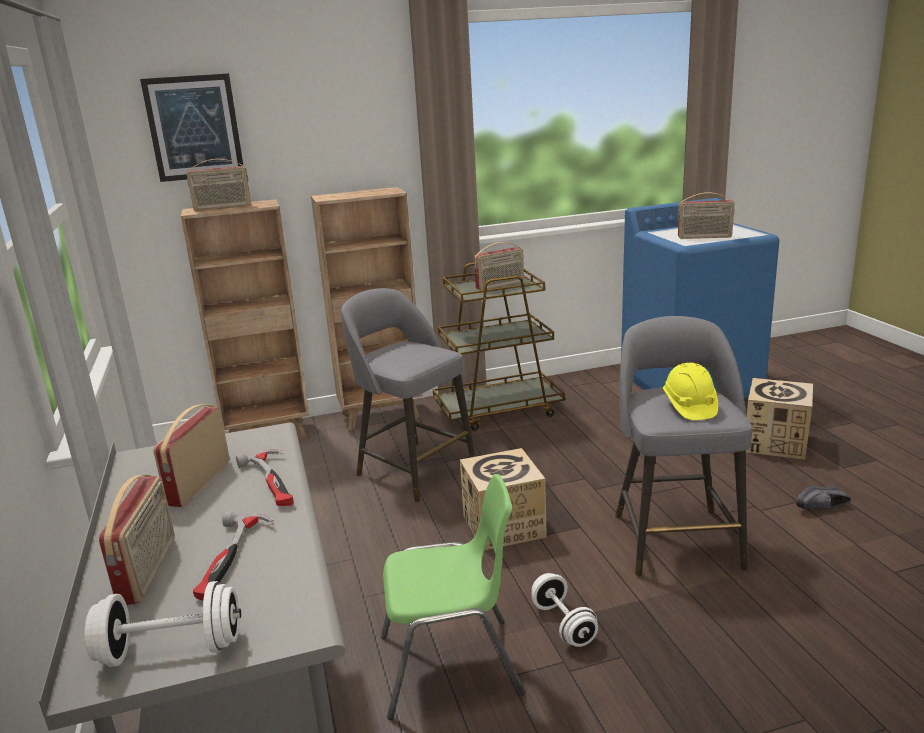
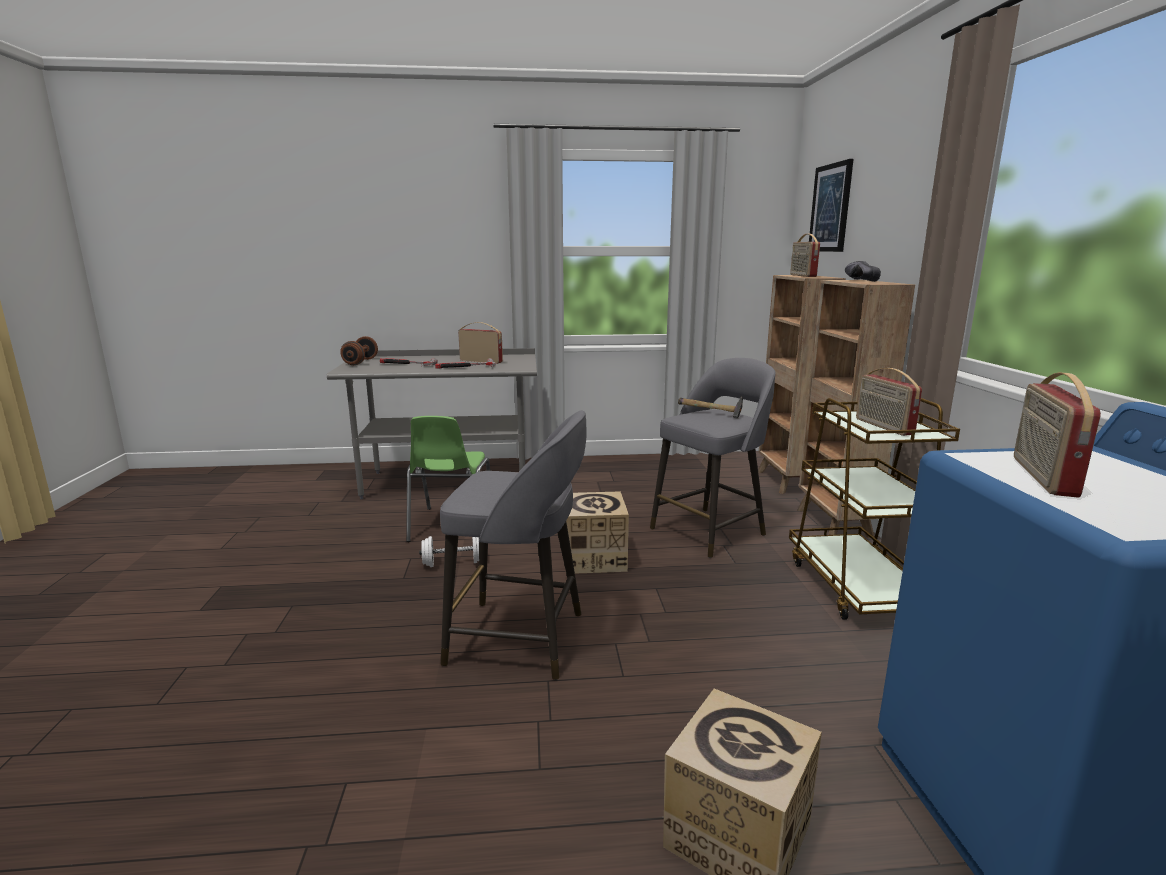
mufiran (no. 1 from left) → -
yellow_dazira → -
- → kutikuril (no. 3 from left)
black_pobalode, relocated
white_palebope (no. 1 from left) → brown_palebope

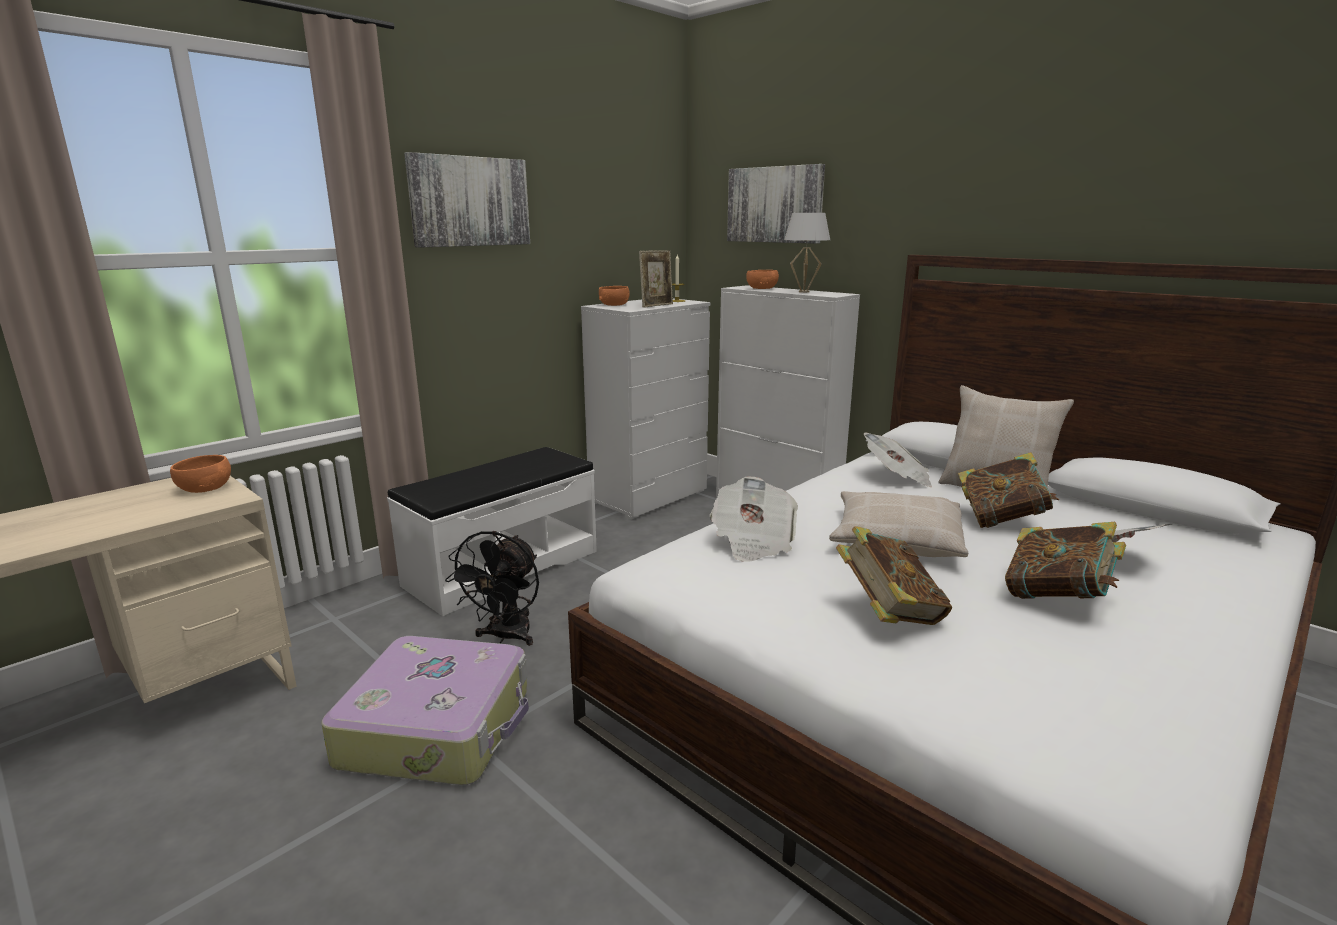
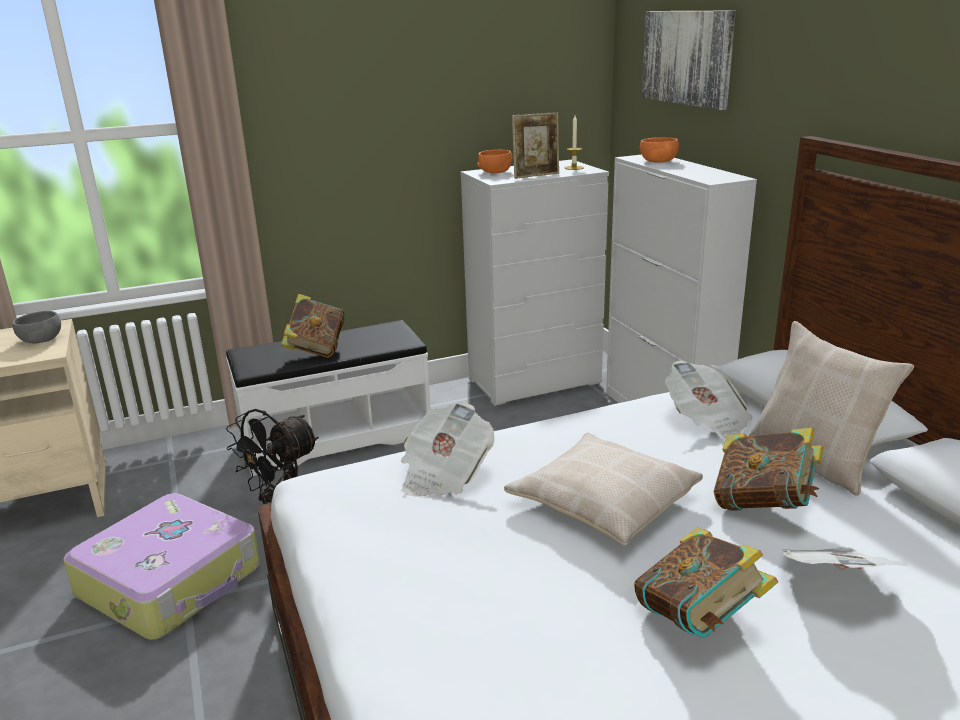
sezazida (no. 1 from left) → -
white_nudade → -
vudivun (no. 1 from left), relocated
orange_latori (no. 1 from left) → grey_latori

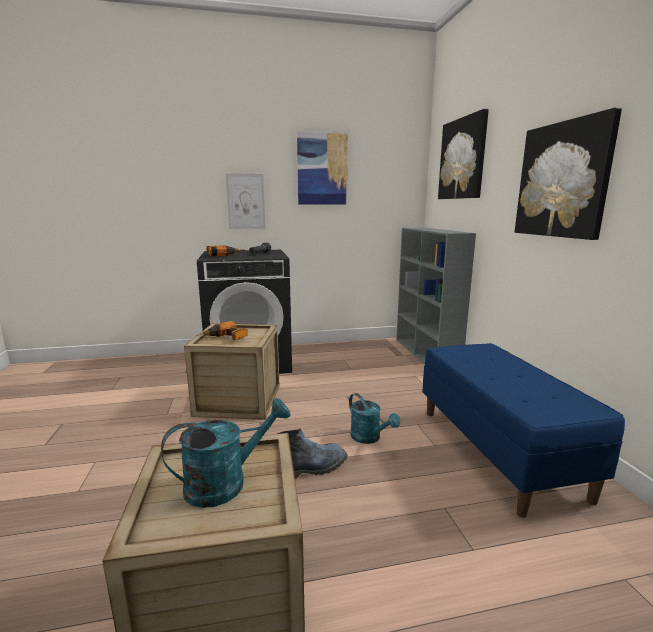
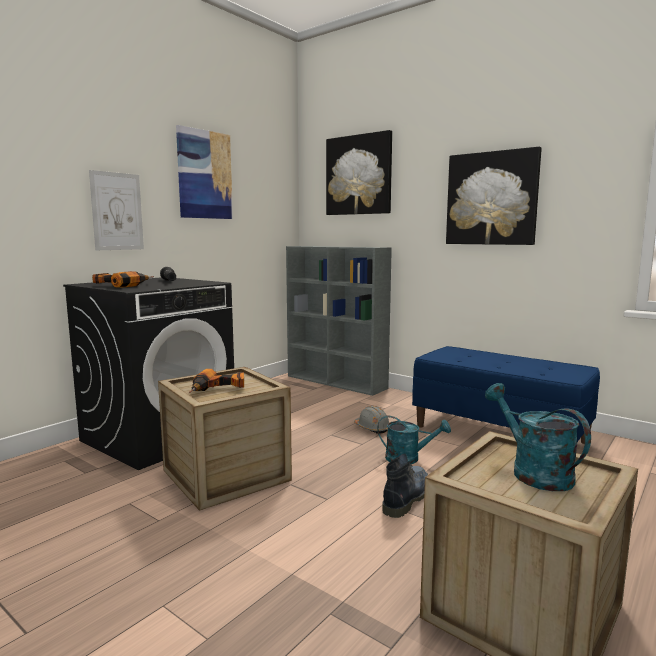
- → grey_dazira
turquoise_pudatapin (no. 1 from left in the first image) → turquoise_pudatapin (no. 2 from left), 45 degrees counterclockwise

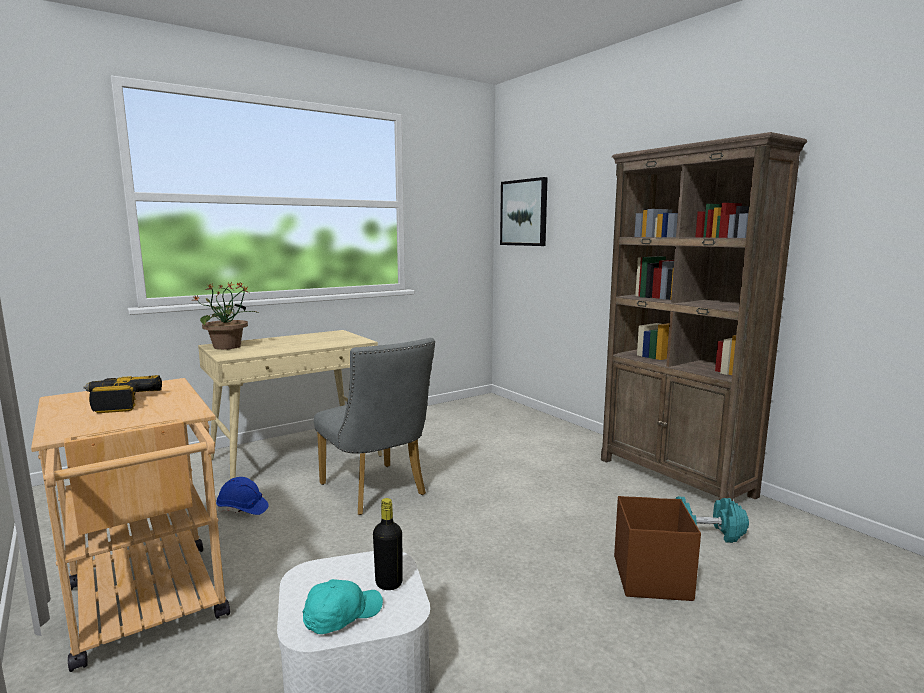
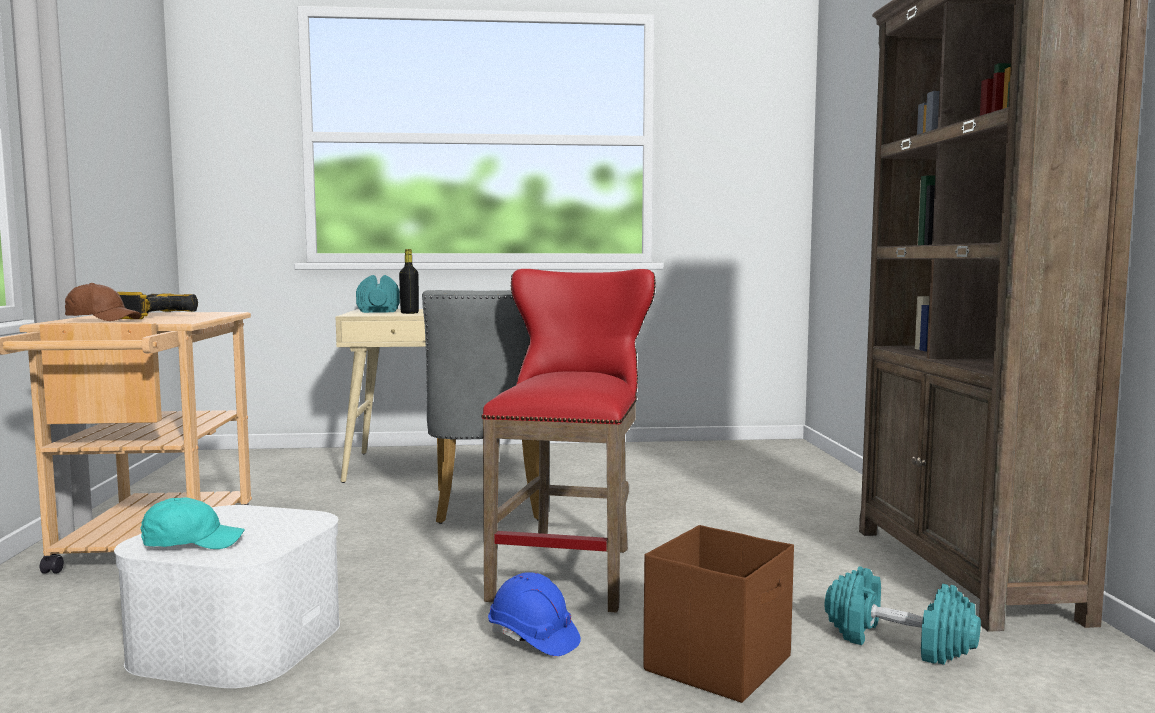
sezazida → -
- → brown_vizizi
- → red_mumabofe
blue_dazira, relocated
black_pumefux, relocated
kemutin → turquoise_palebope (no. 1 from left)

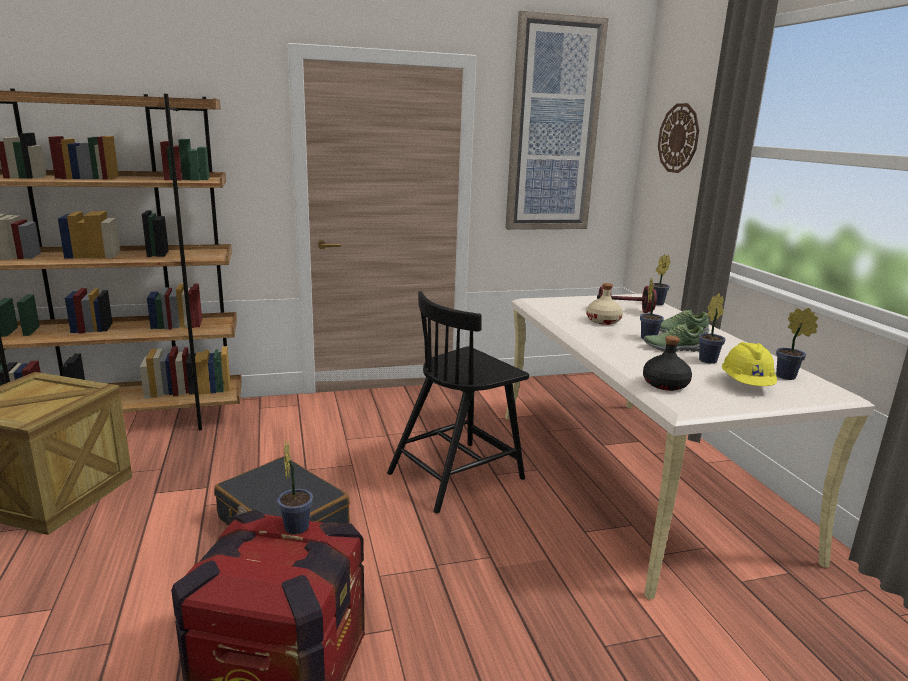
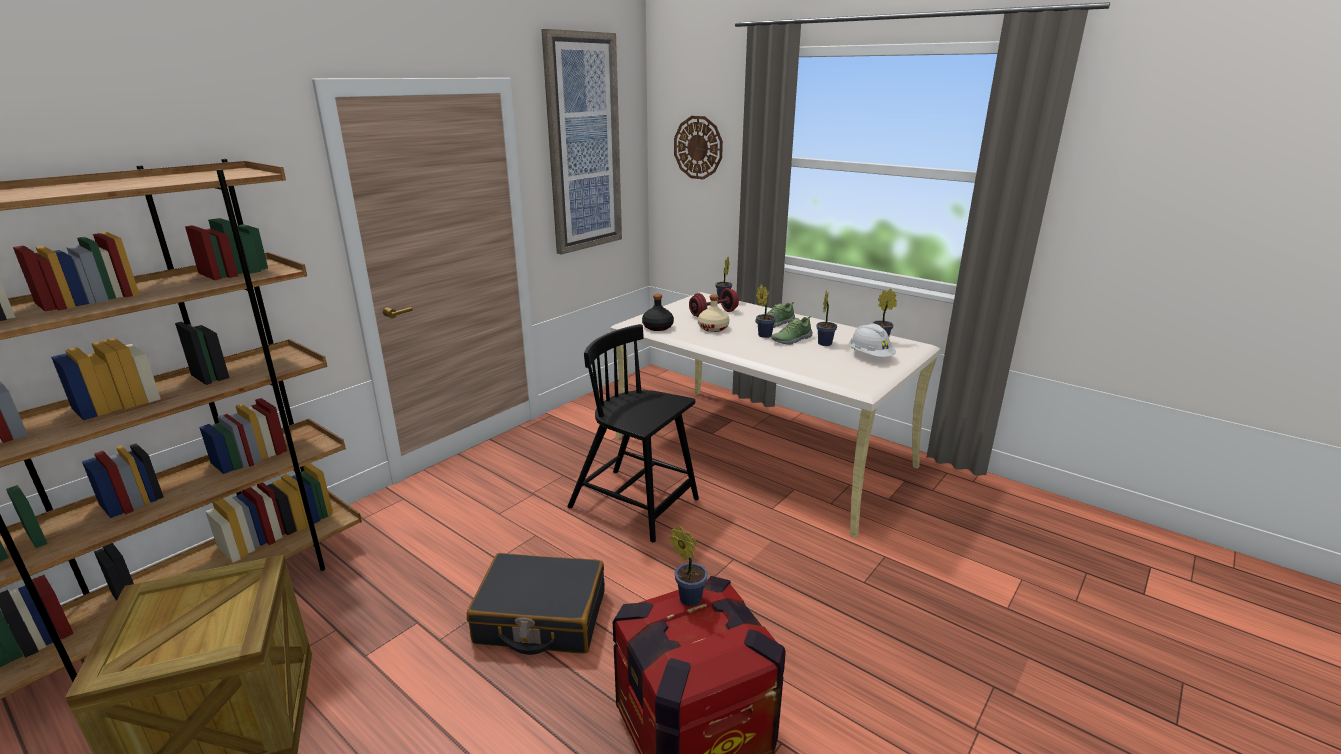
black_pumefux, relocated
yellow_dazira → white_dazira
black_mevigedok, 105 degrees clockwise

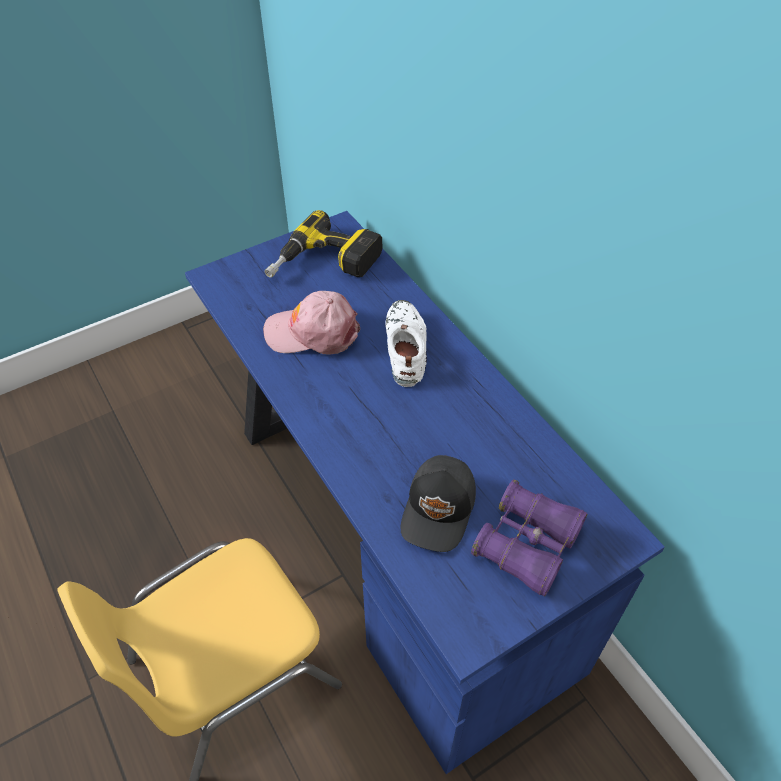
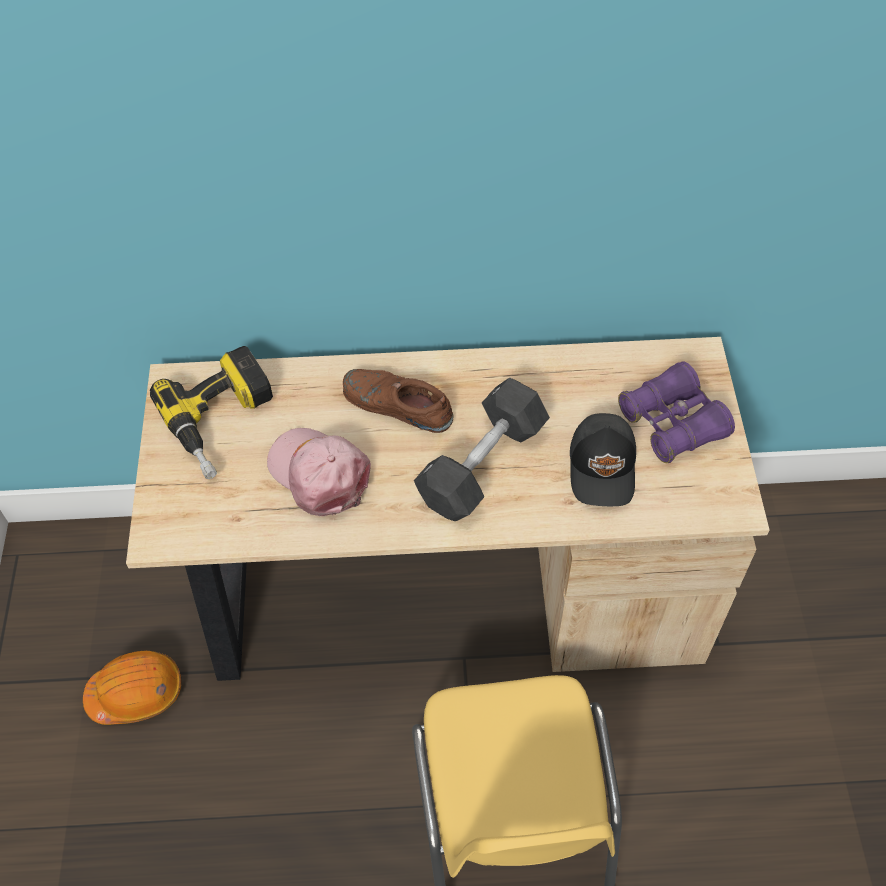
- → orange_dazira
- → black_palebope
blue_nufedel → beige_nufedel
white_pobalode → brown_pobalode
pink_vizizi, 105 degrees clockwise
black_vizizi, 45 degrees clockwise

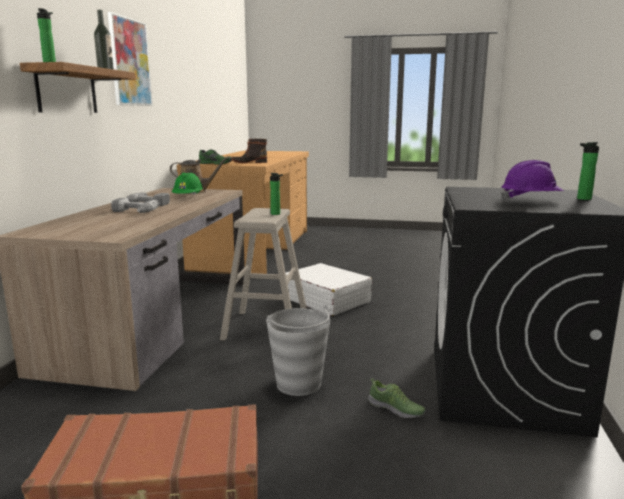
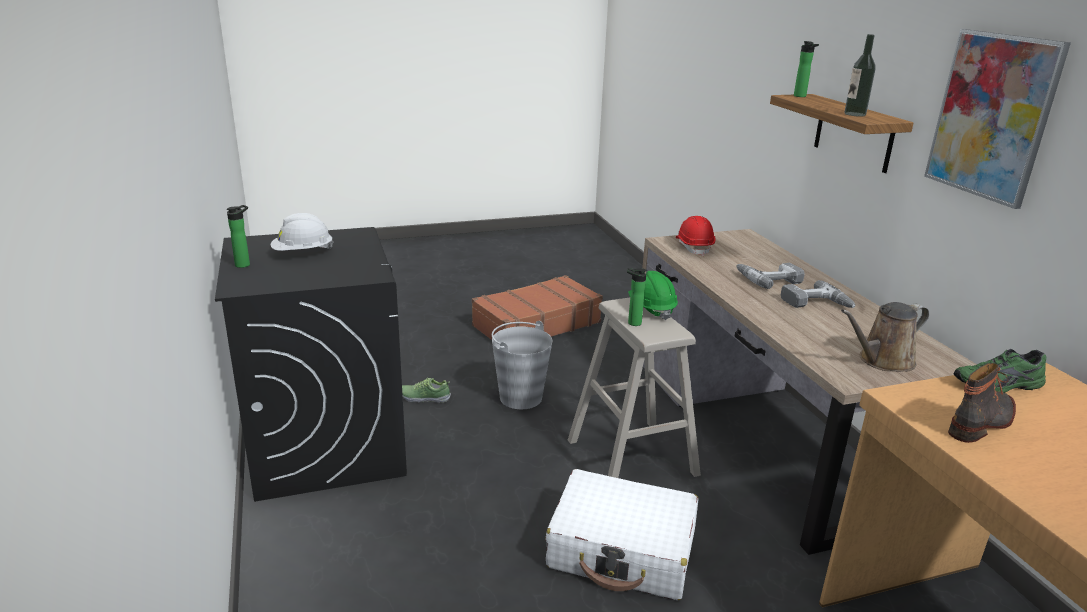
- → red_dazira
green_dazira, relocated
purple_dazira → white_dazira

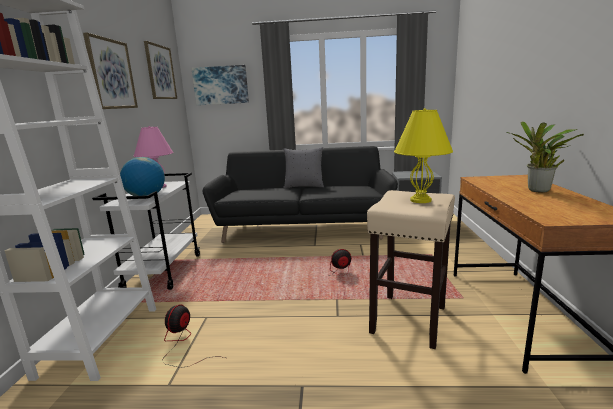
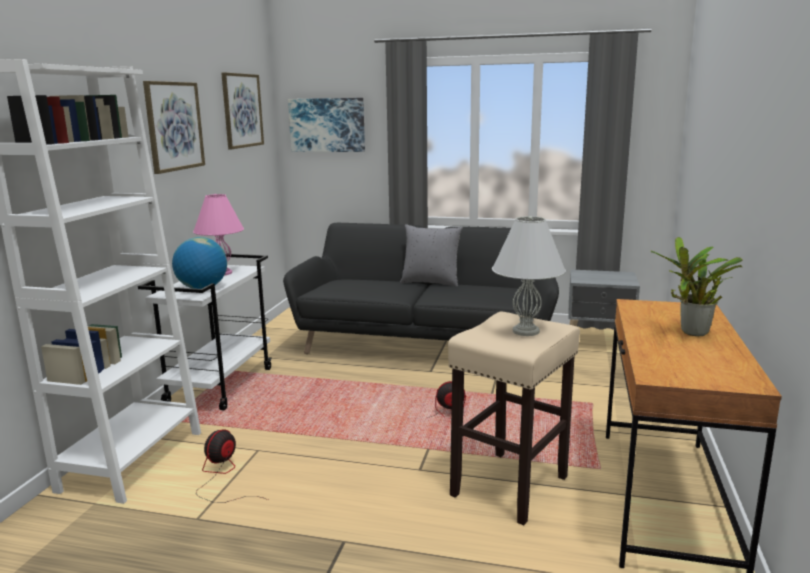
yellow_nudade → white_nudade

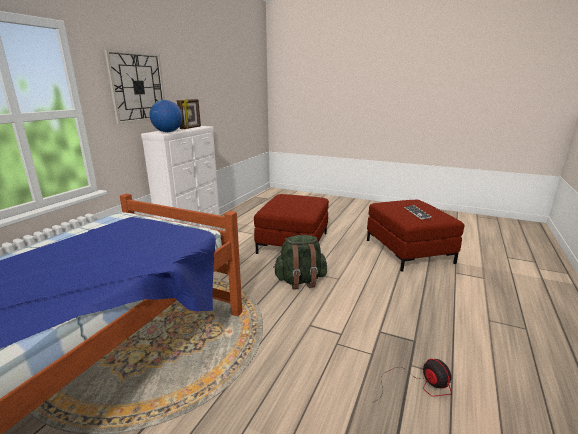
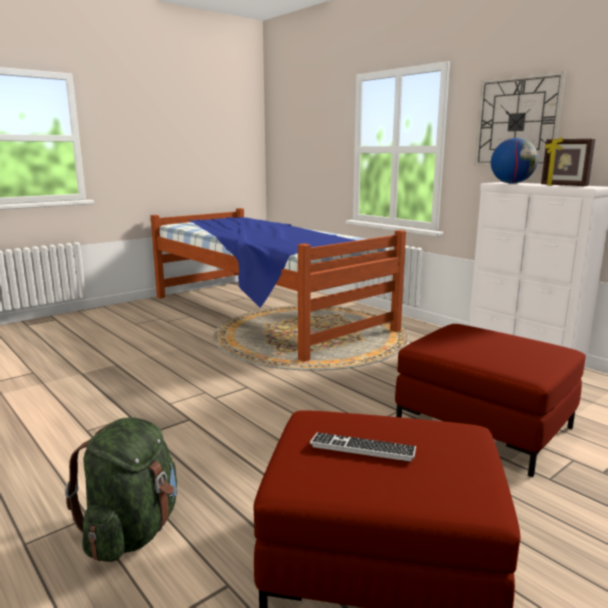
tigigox → -
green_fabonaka, relocated

